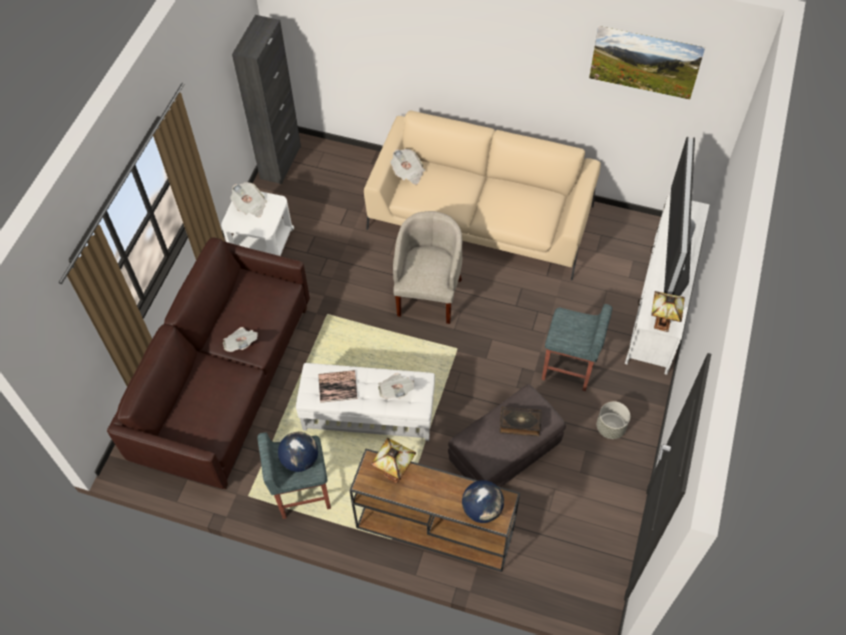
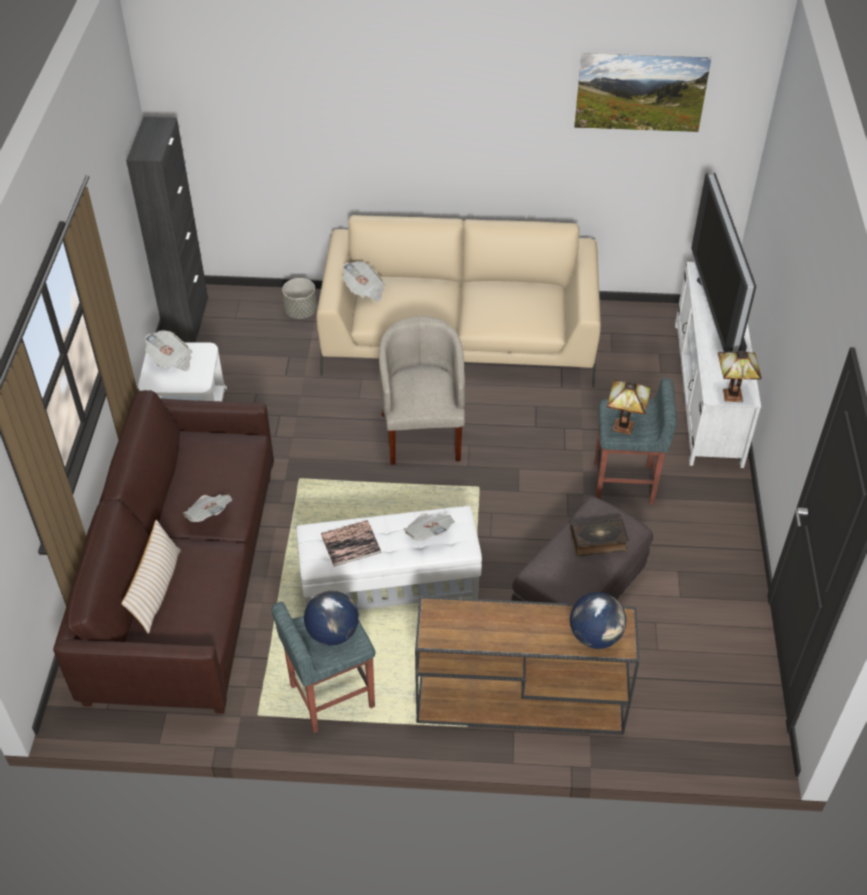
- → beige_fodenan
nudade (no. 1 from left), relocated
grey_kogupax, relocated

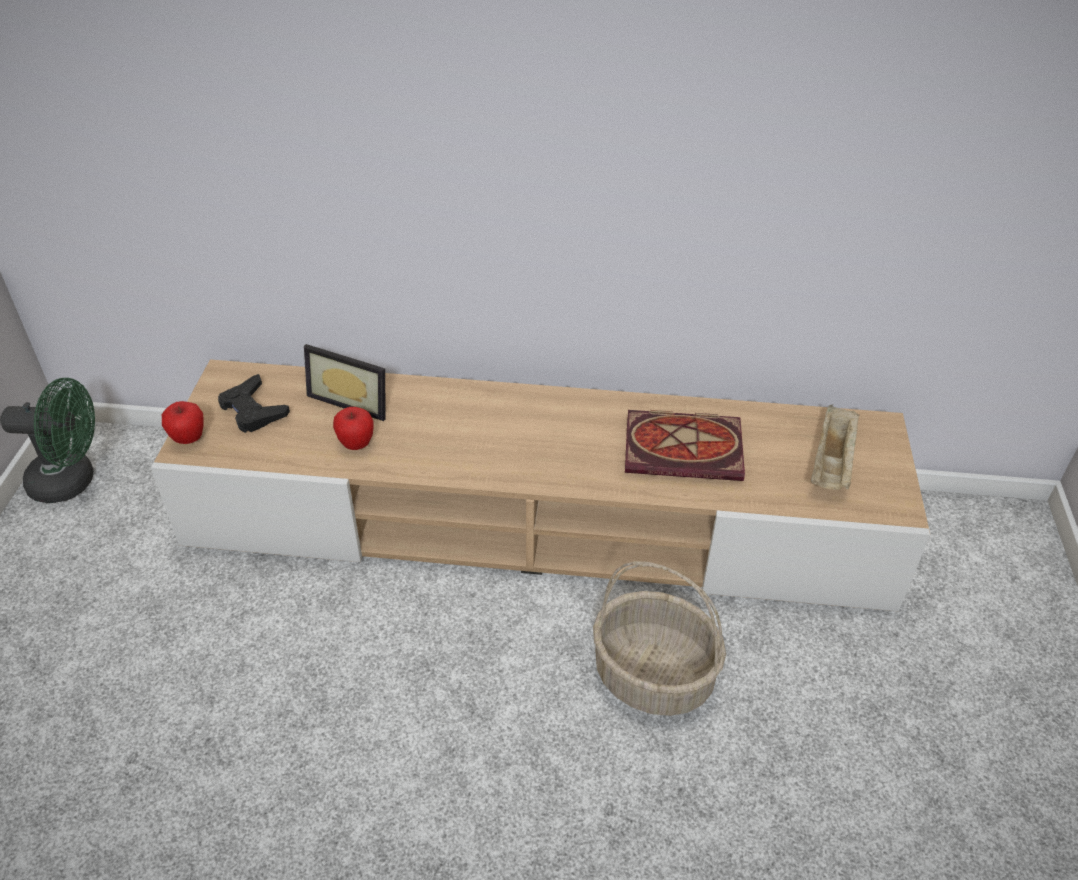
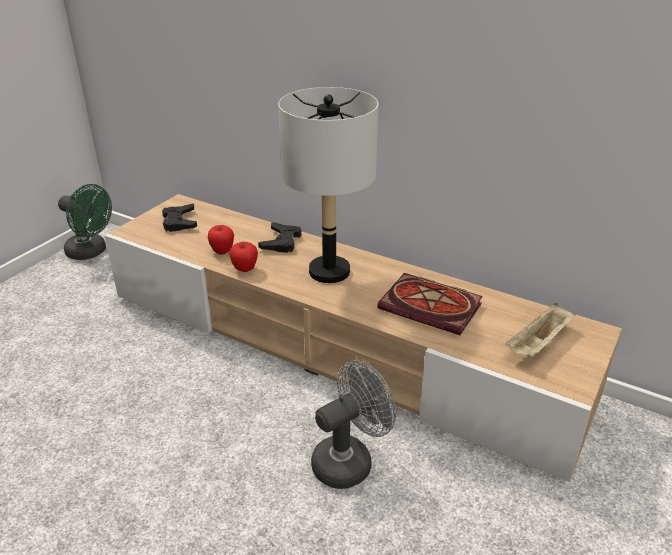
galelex → -
- → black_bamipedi (no. 2 from left)
- → grey_nudade
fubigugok (no. 1 from left in the first image) → fubigugok (no. 2 from left), relocated
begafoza → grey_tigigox

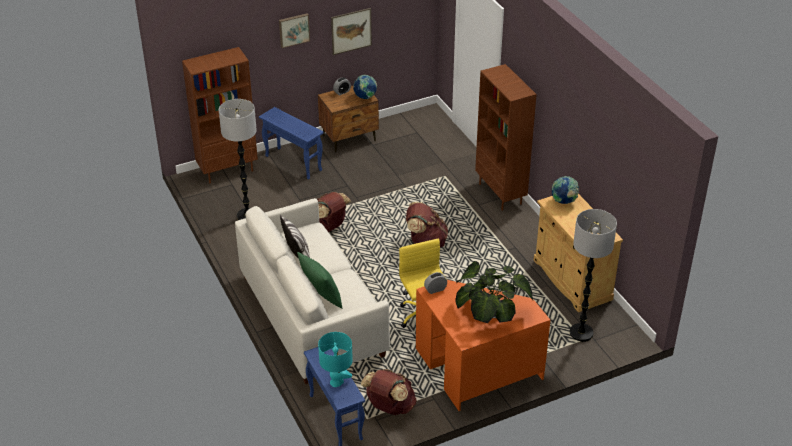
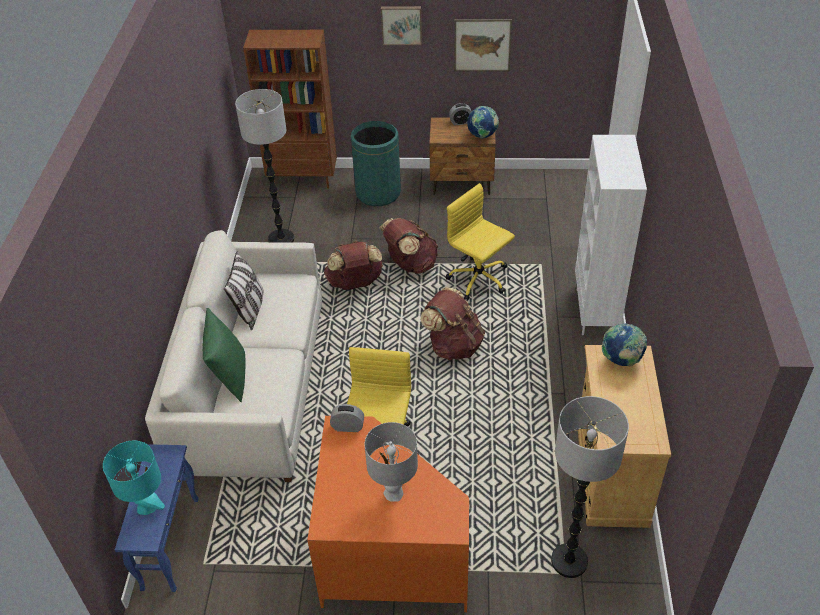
- → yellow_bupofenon (no. 2 from left)
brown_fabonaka (no. 2 from left), relocated
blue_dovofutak (no. 1 from left) → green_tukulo
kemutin → grey_nudade
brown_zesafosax (no. 2 from left) → white_zesafosax

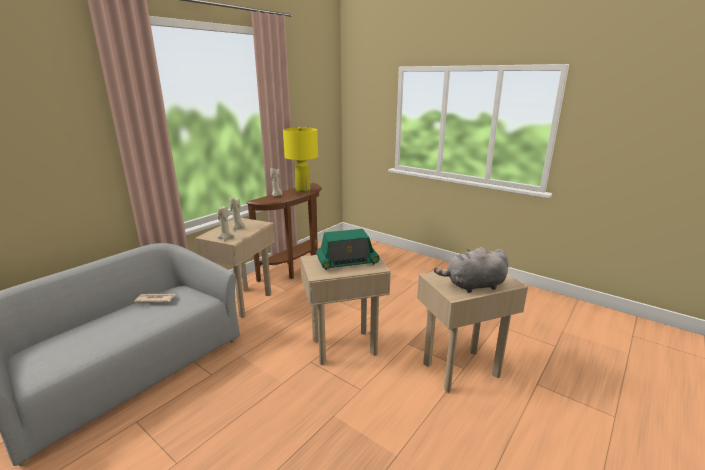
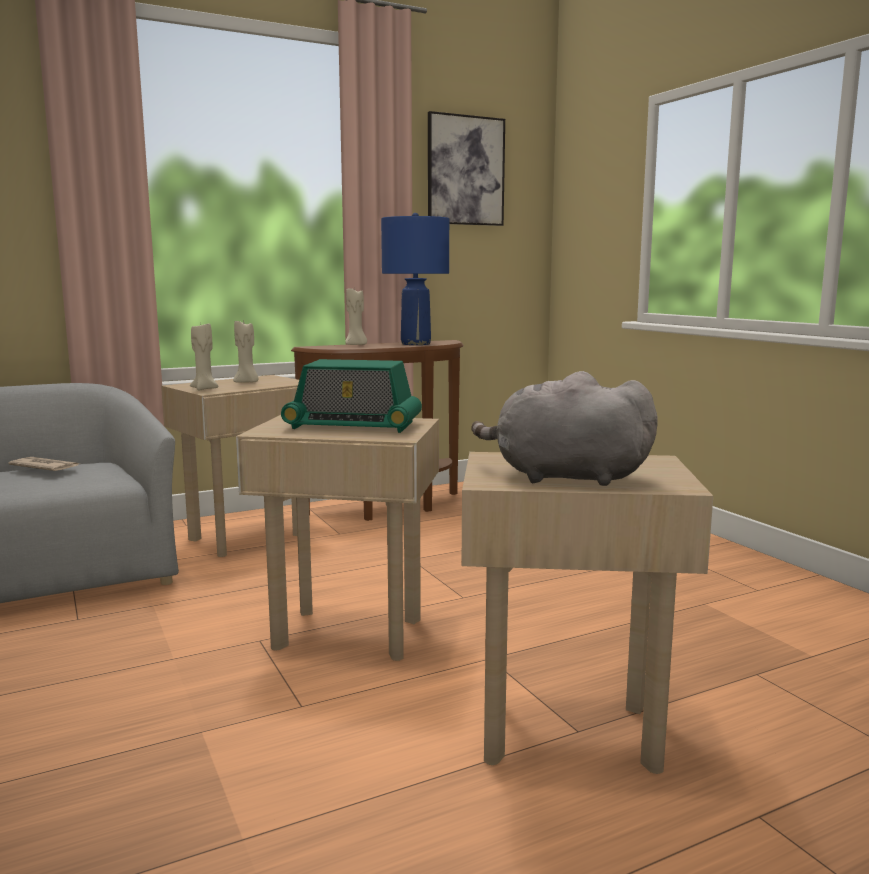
- → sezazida
yellow_nudade → blue_nudade

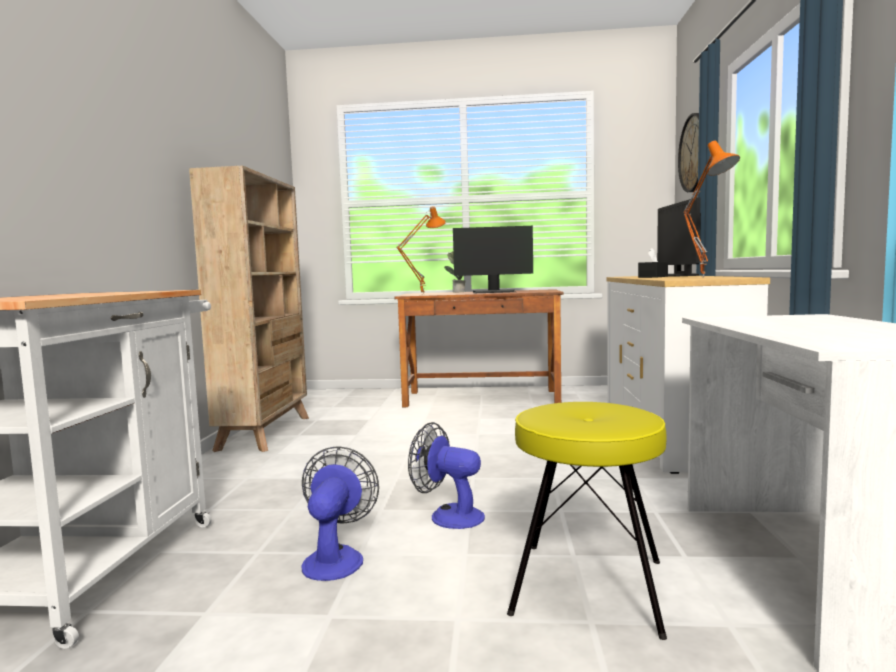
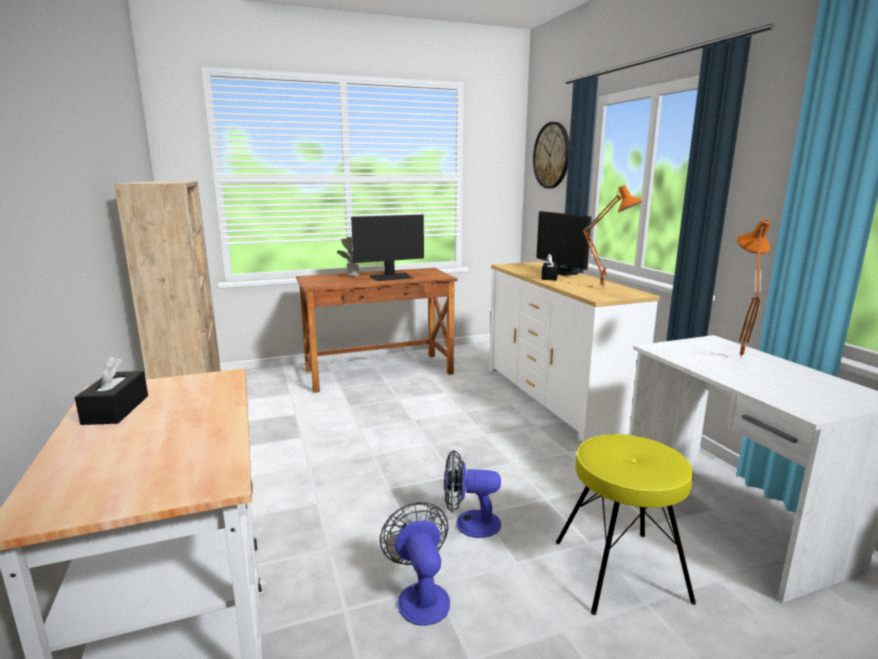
- → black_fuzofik (no. 1 from left)
orange_nudade (no. 1 from left in the first image) → orange_nudade (no. 2 from left), relocated

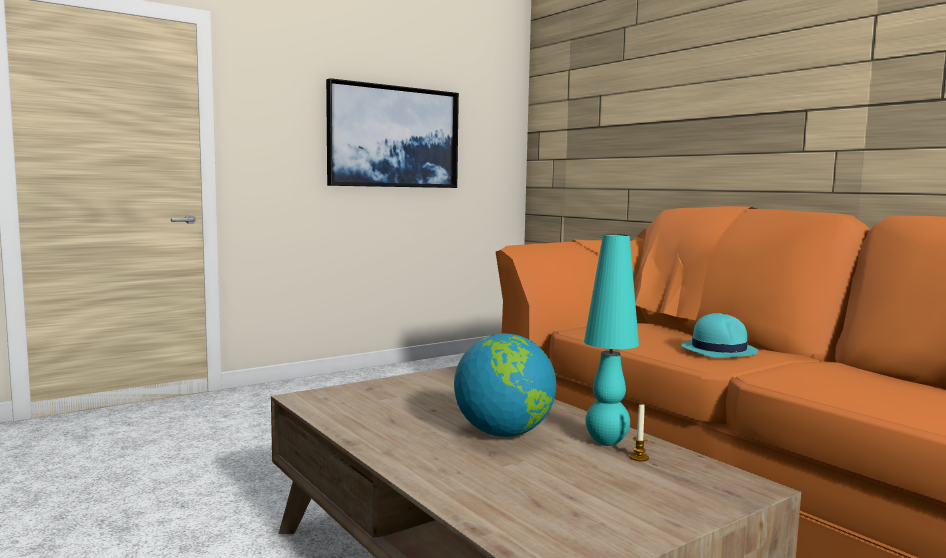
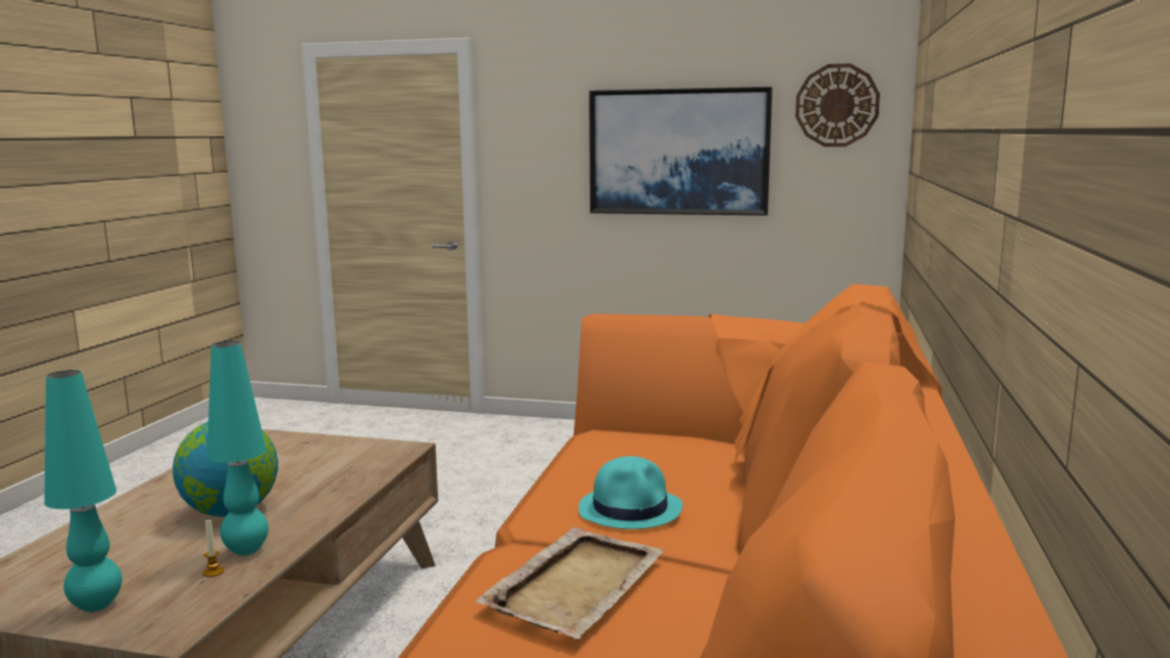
- → turquoise_nudade (no. 1 from left)
- → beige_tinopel
- → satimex

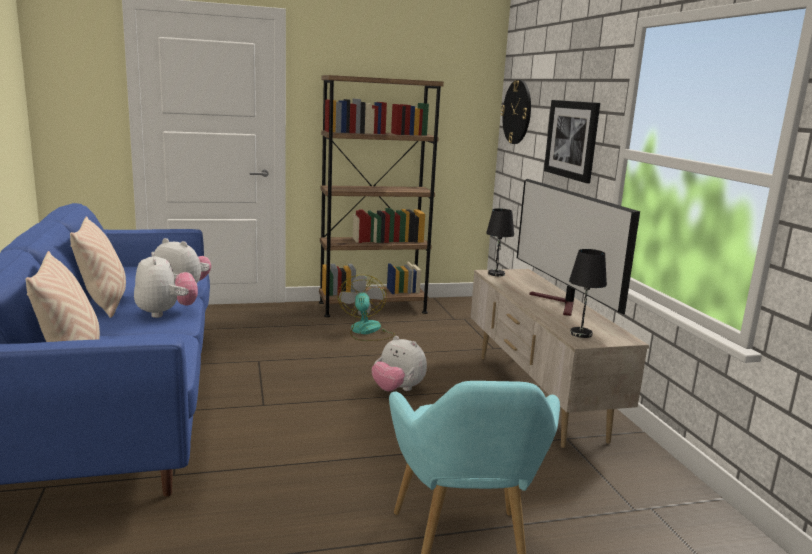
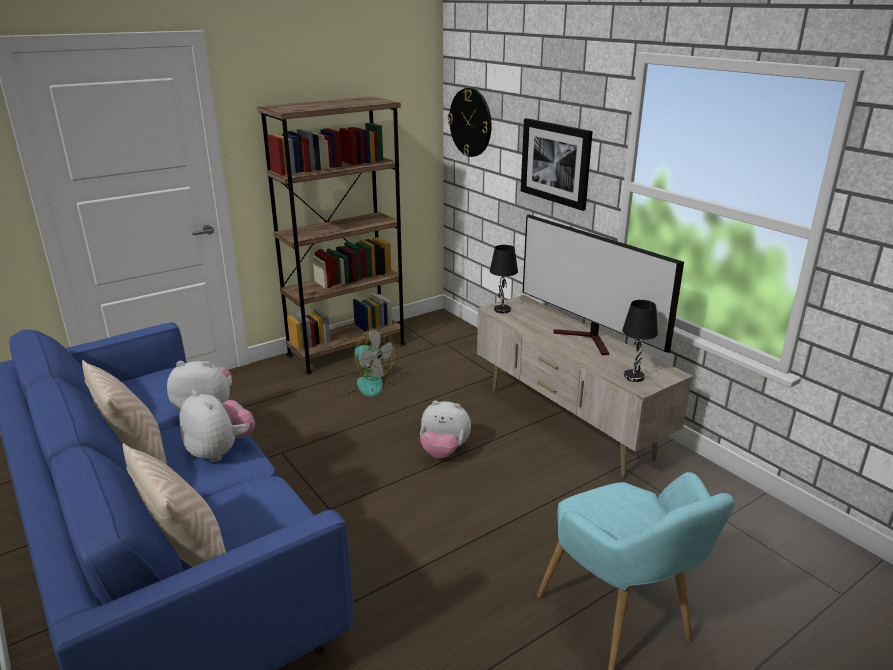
tigigox, 150 degrees clockwise

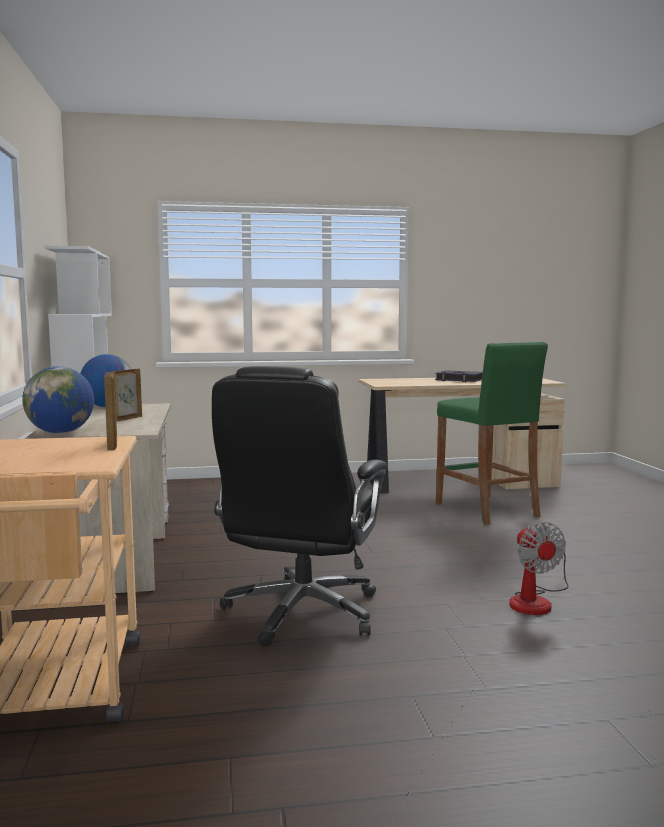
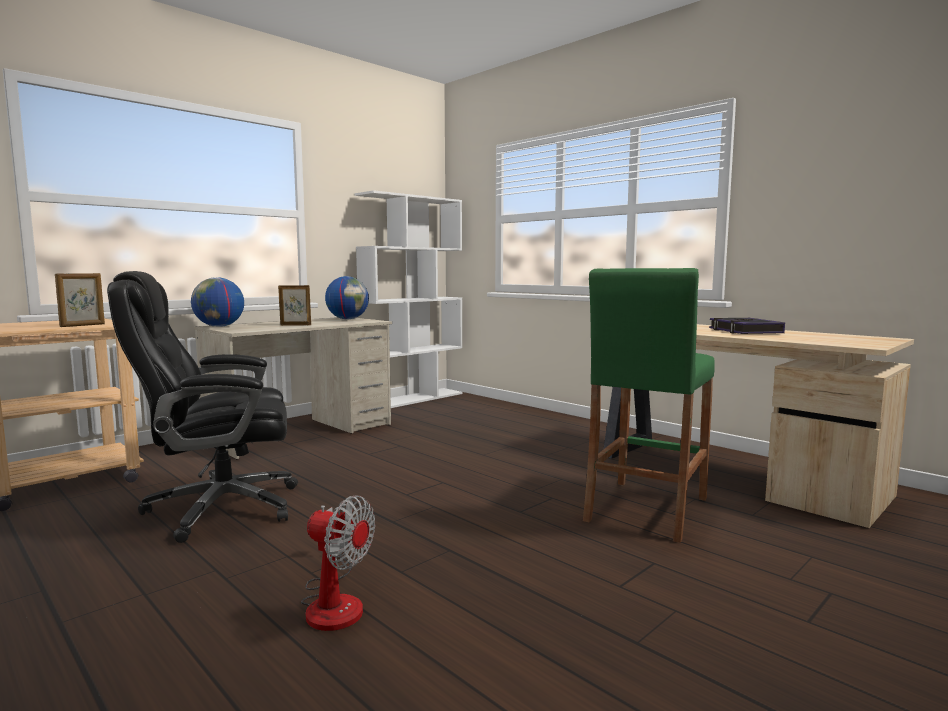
tigigox, 105 degrees counterclockwise

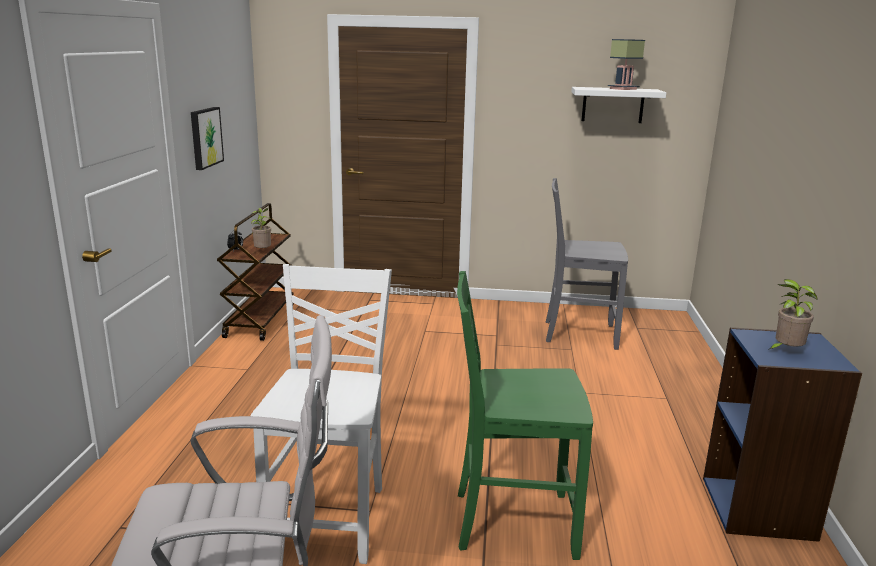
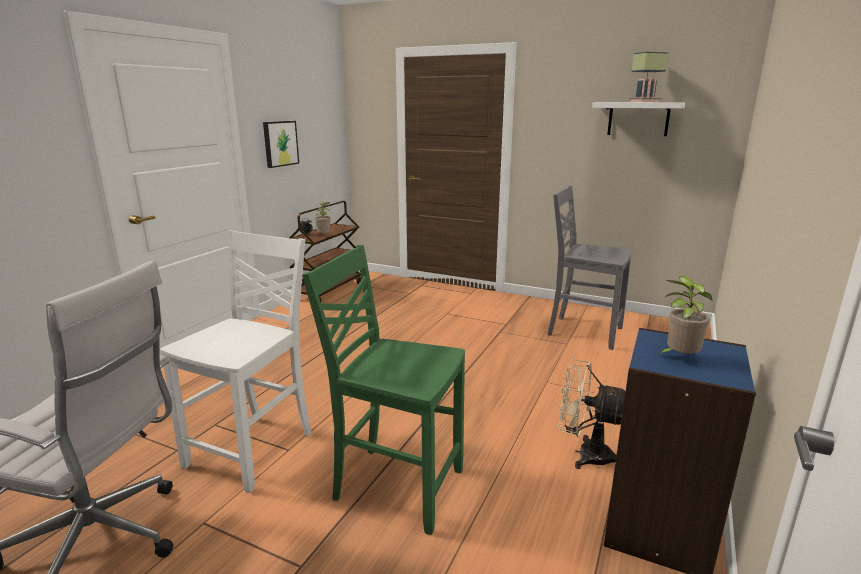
- → beige_tigigox

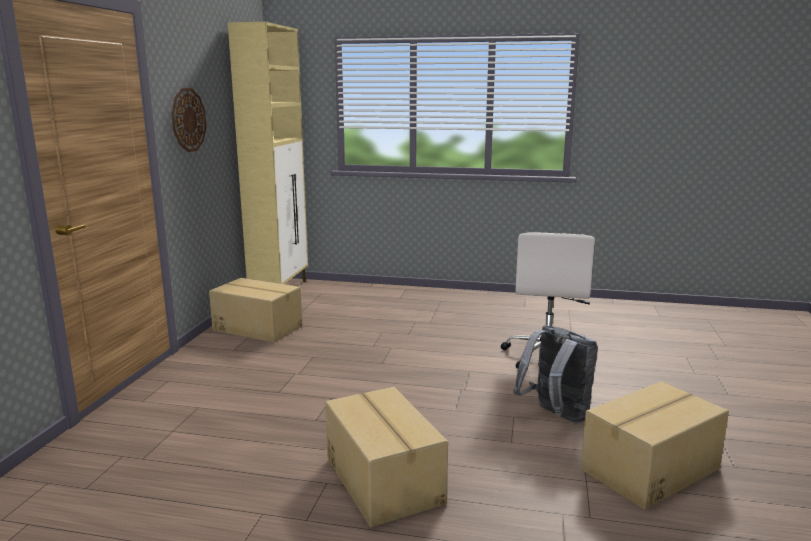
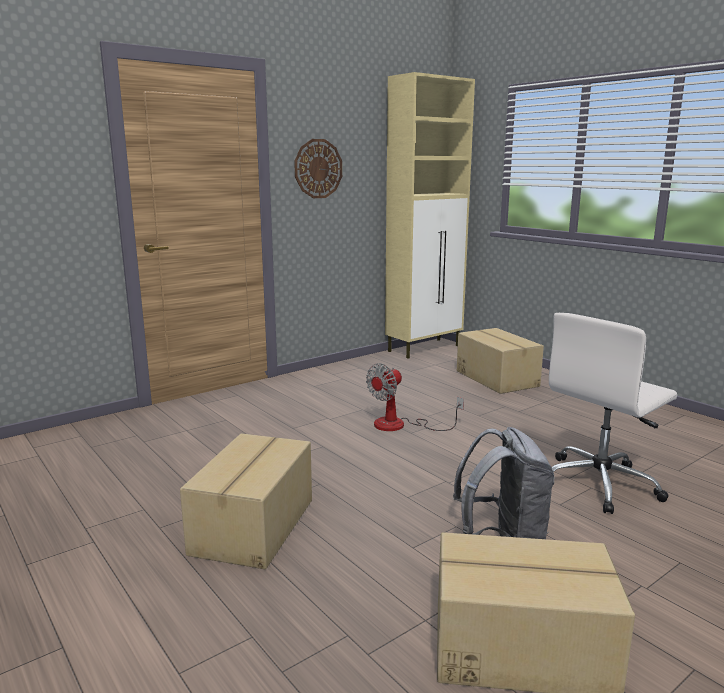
- → tigigox
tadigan (no. 1 from left in the first image) → tadigan (no. 2 from left), relocated

